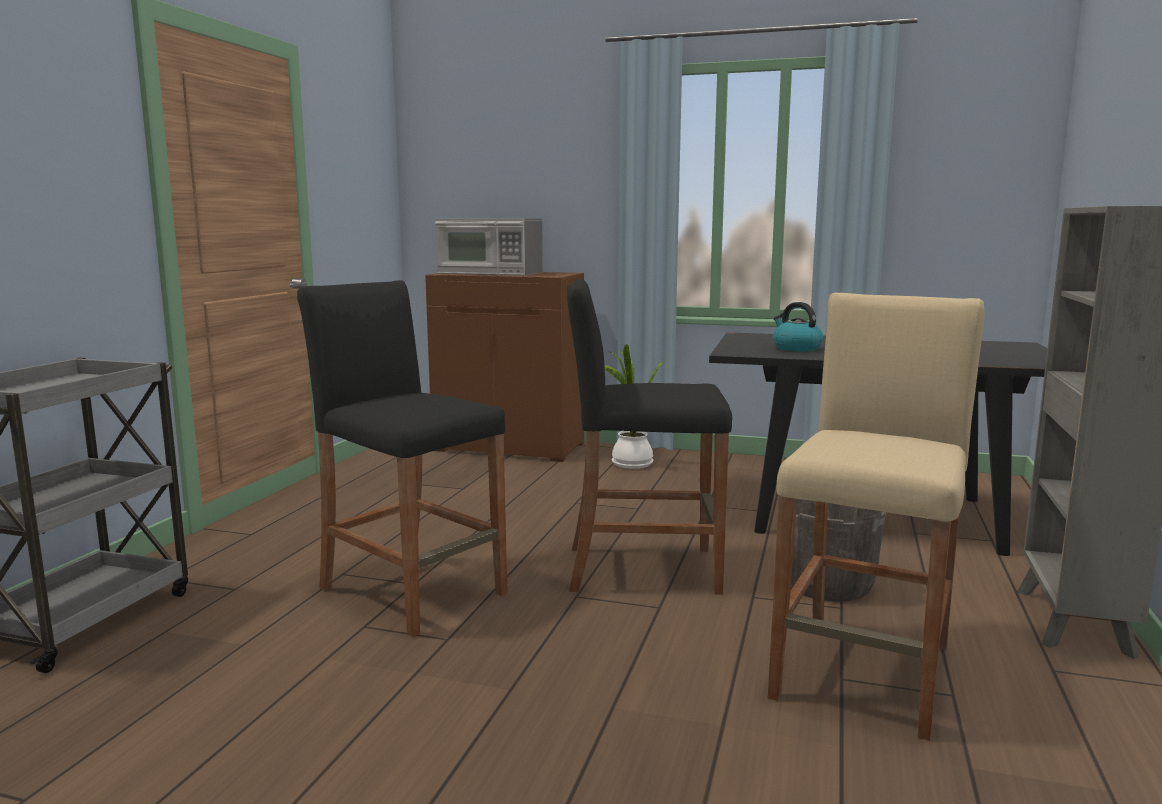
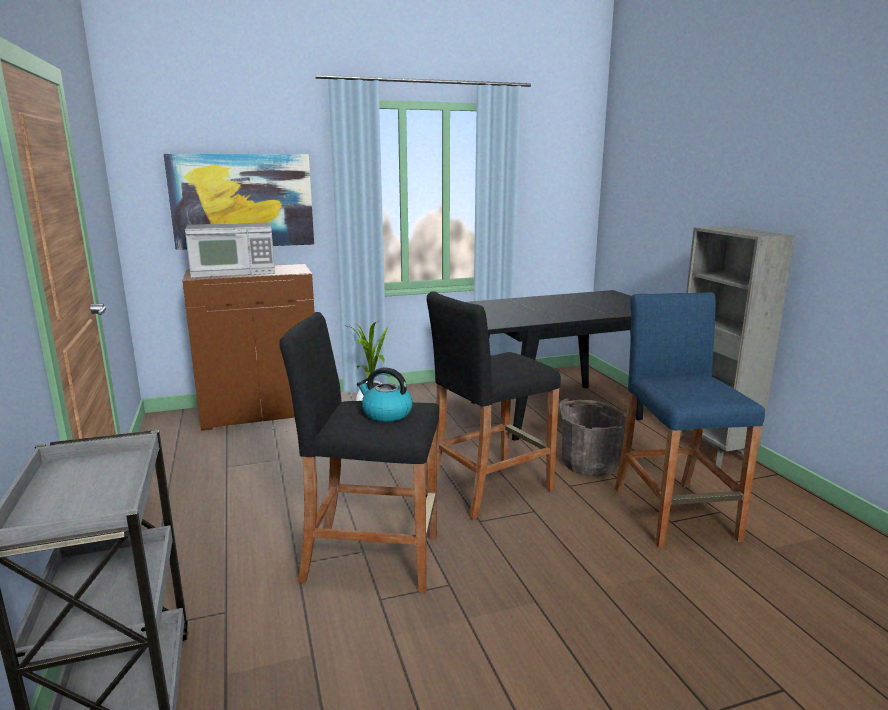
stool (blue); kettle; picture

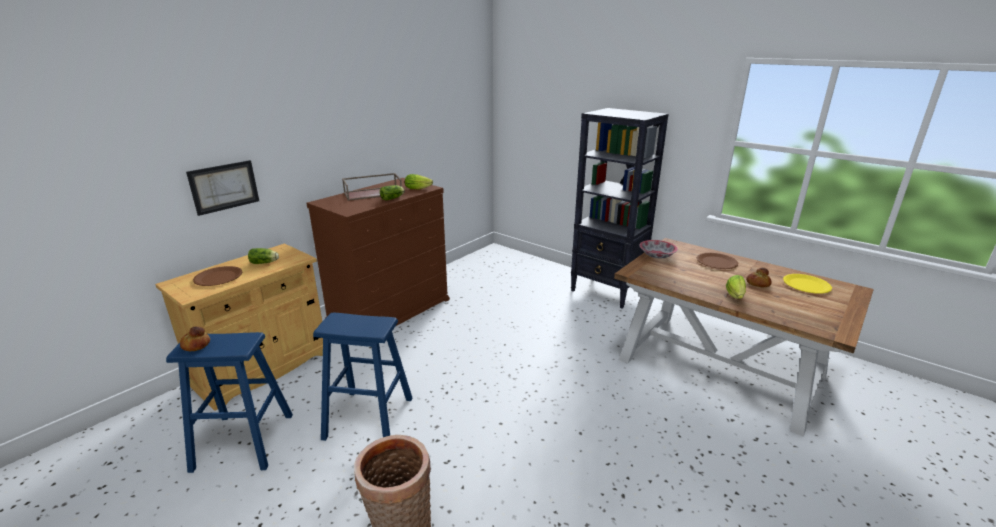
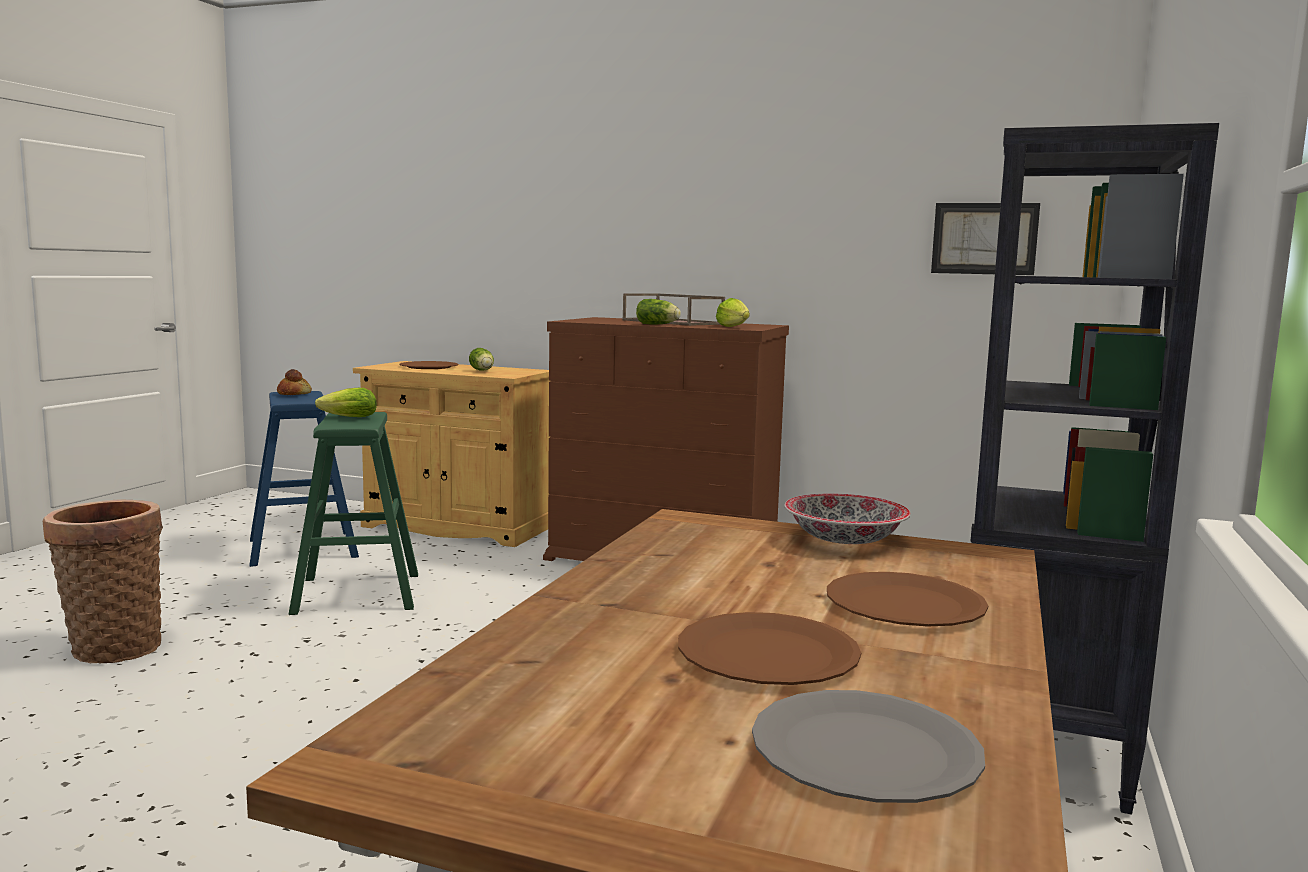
picture; plate (brown) (no. 2 from left); plate (grey); lettuce (no. 1 from left); stool (green)

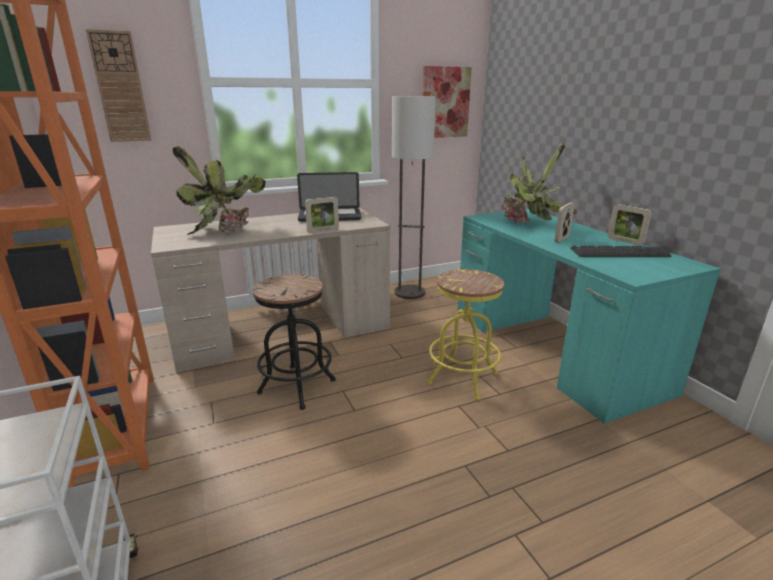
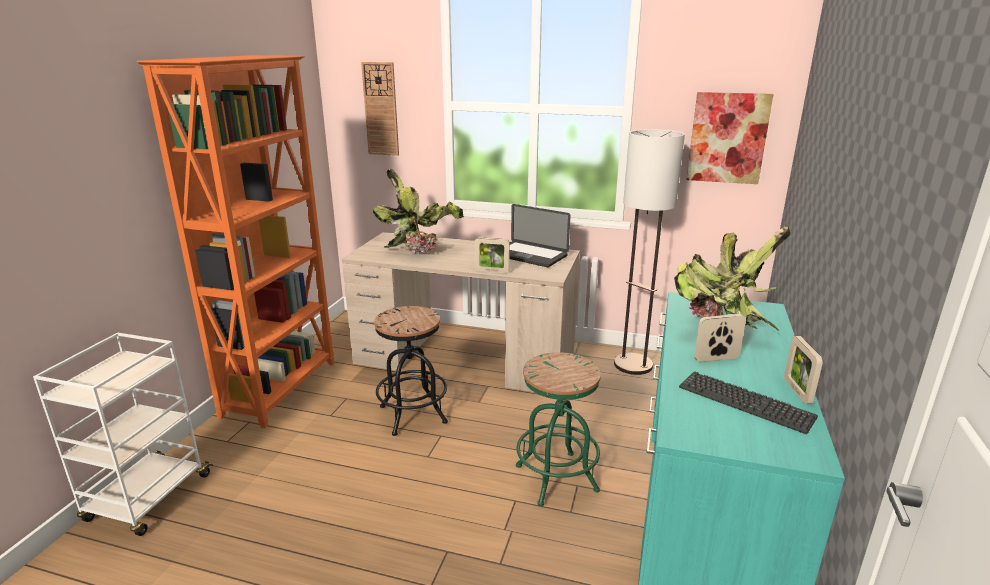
stool (green)

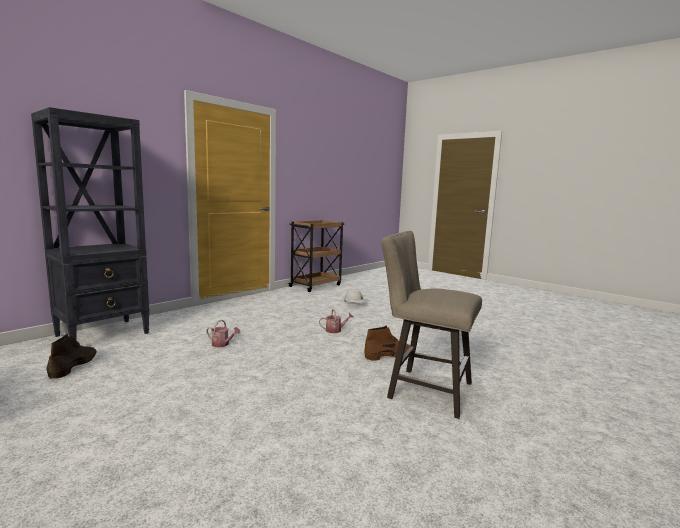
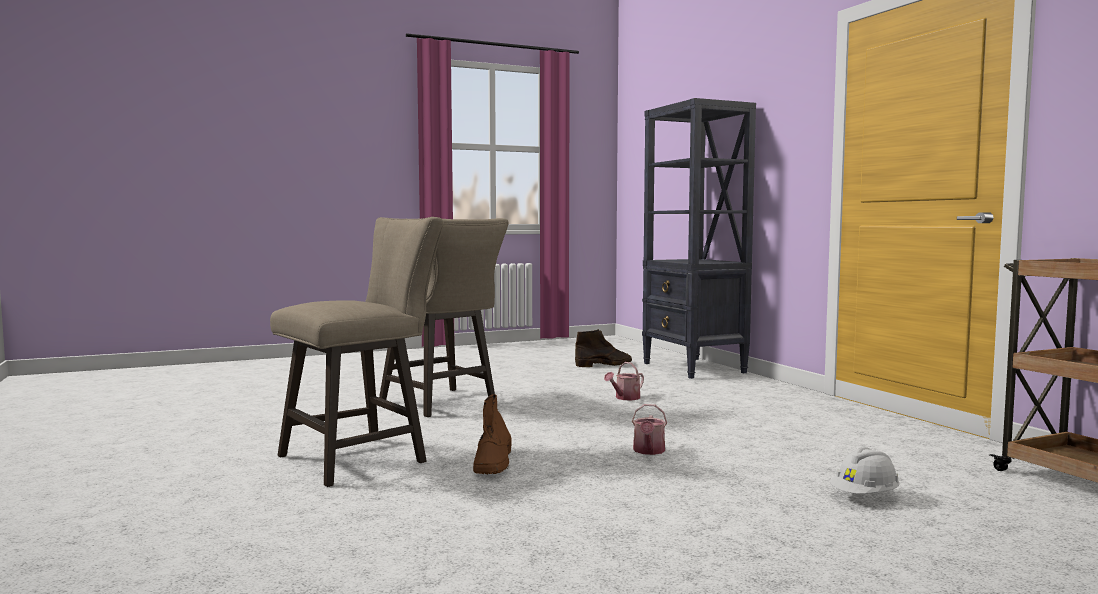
boot (brown) (no. 2 from left); stool (beige) (no. 2 from left)

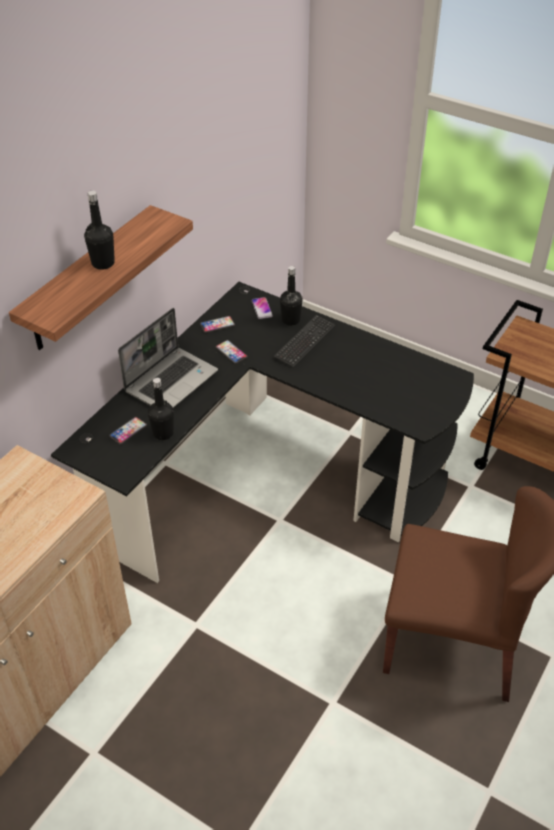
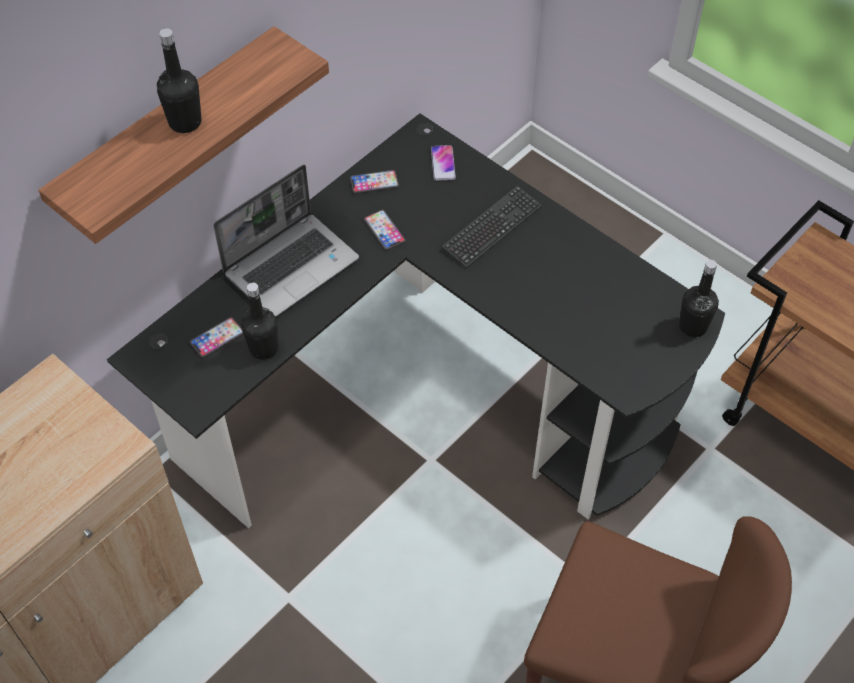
bottle (black) (no. 3 from left)

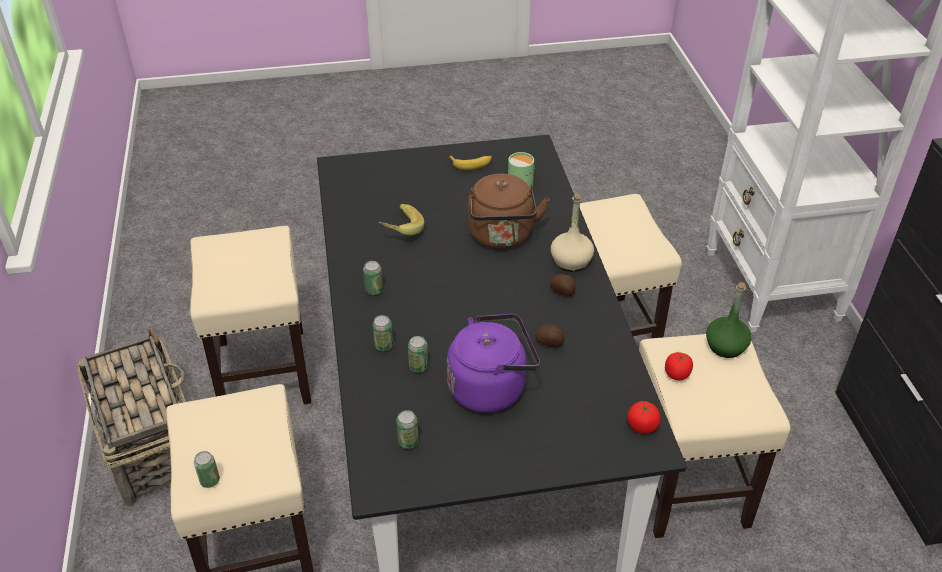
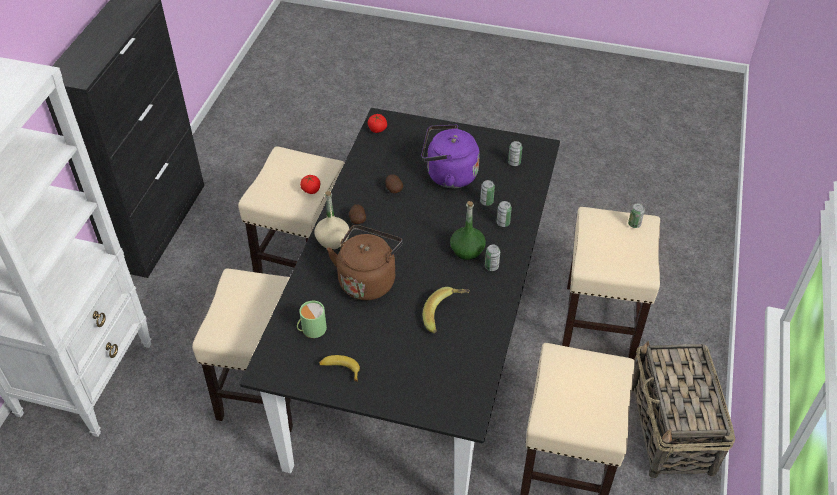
bottle (green)

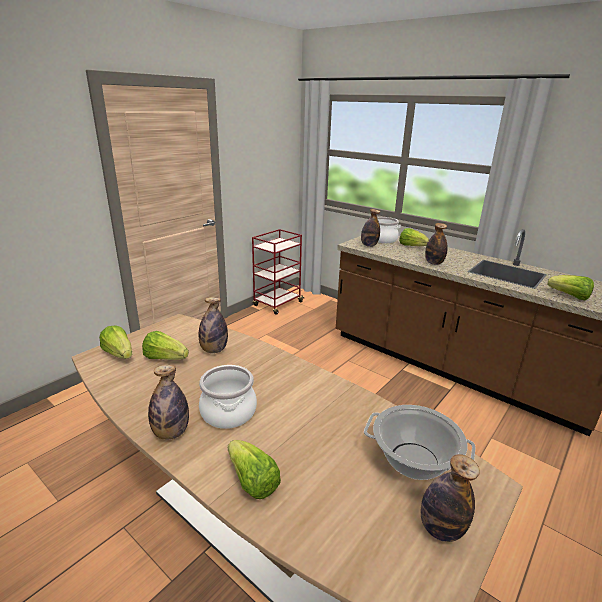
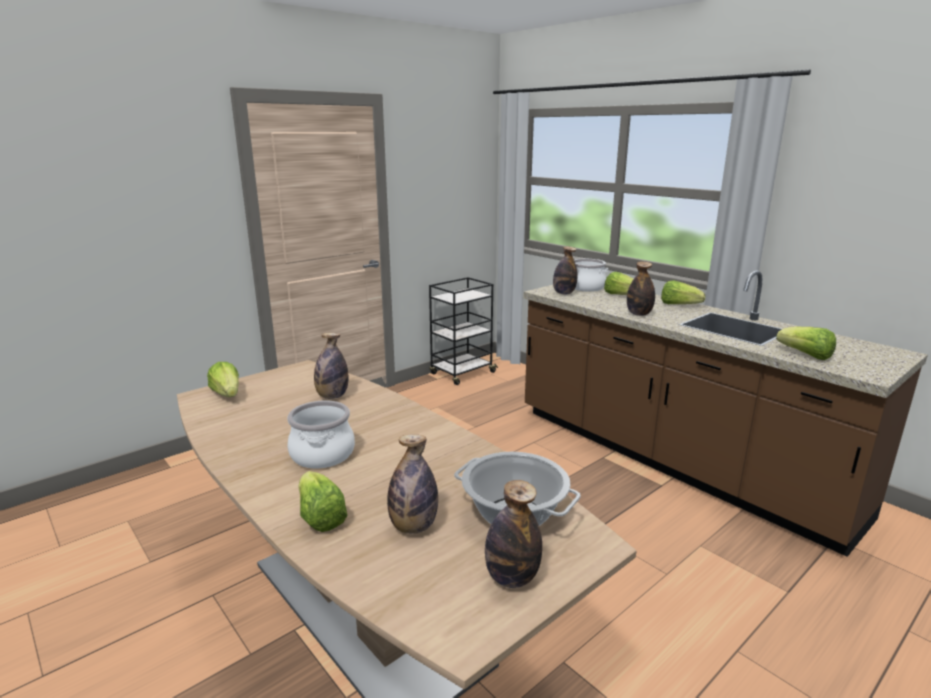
cart (black); lettuce (no. 4 from left); bottle (no. 2 from left)

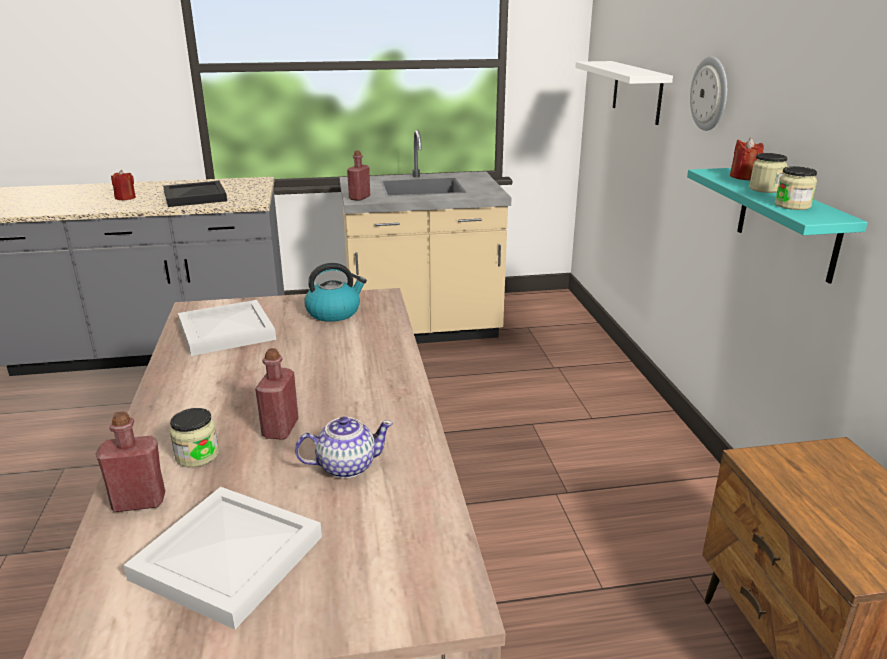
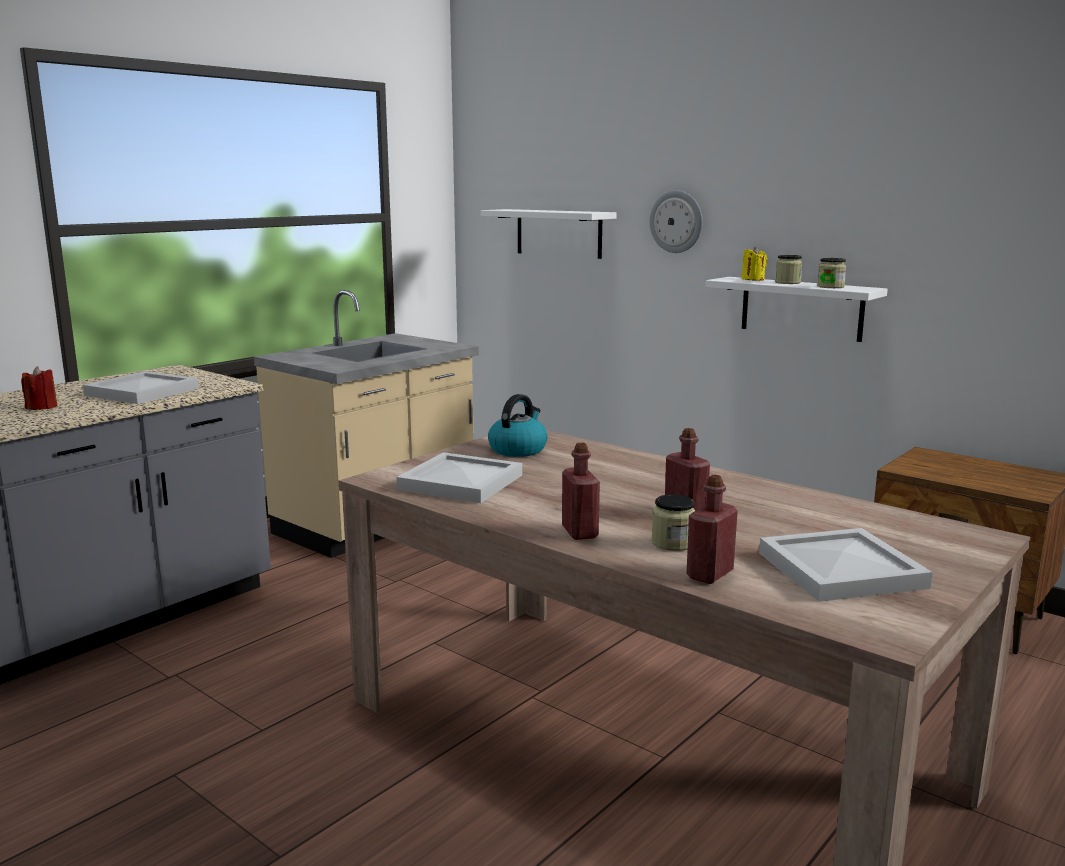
candle (yellow); bottle (red) (no. 1 from left); shelf (white) (no. 2 from left); tray (white) (no. 1 from left); teapot

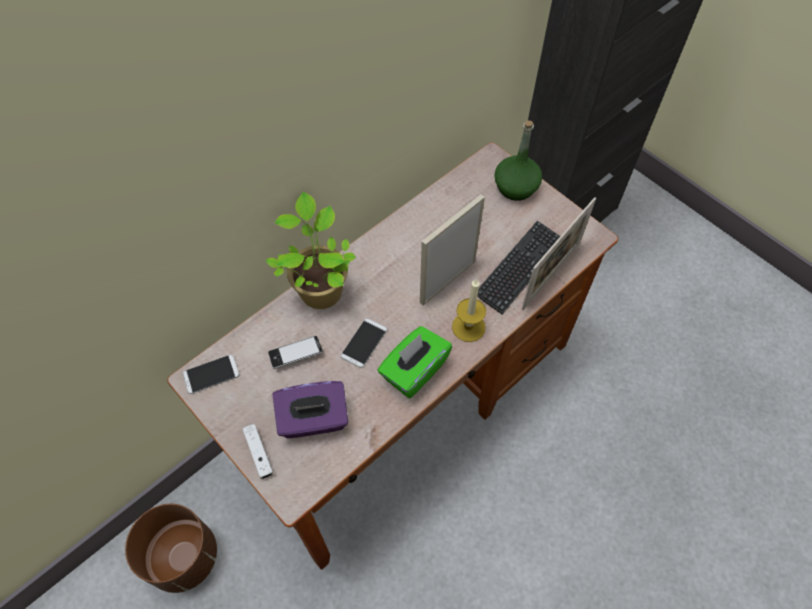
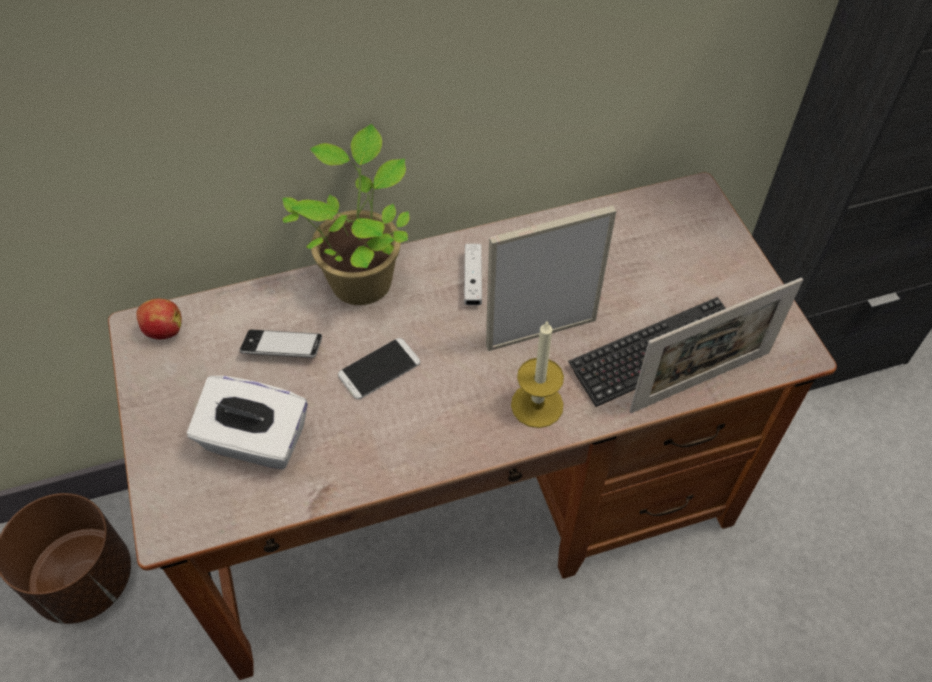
bottle (green); tissue box (green); apple; tissue box (white); game controller (white)

